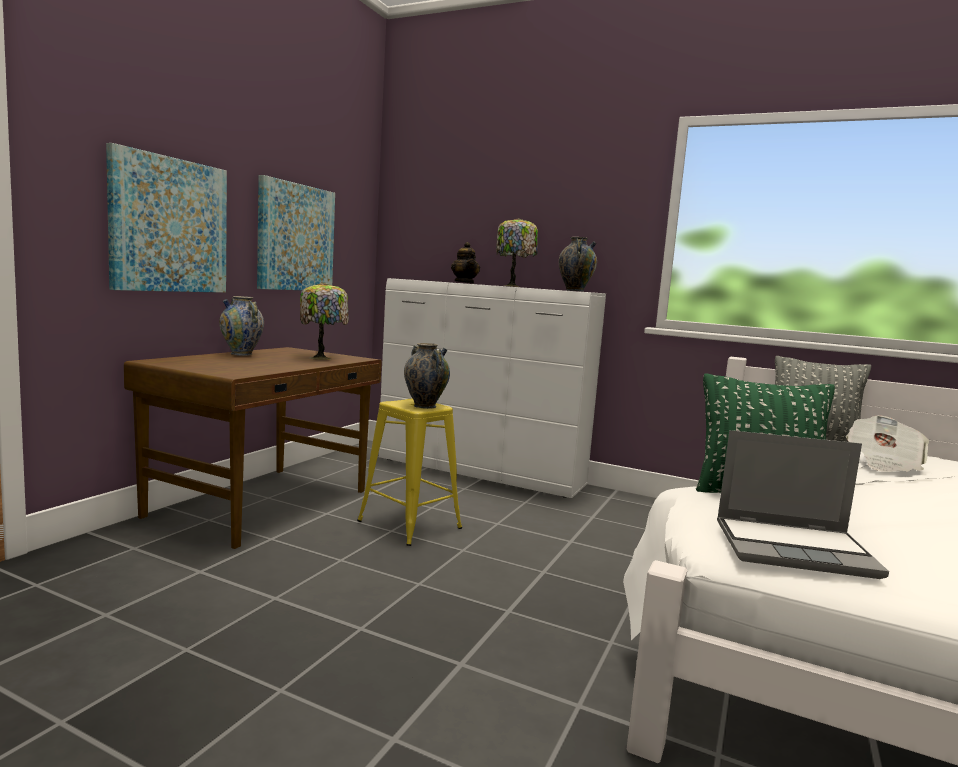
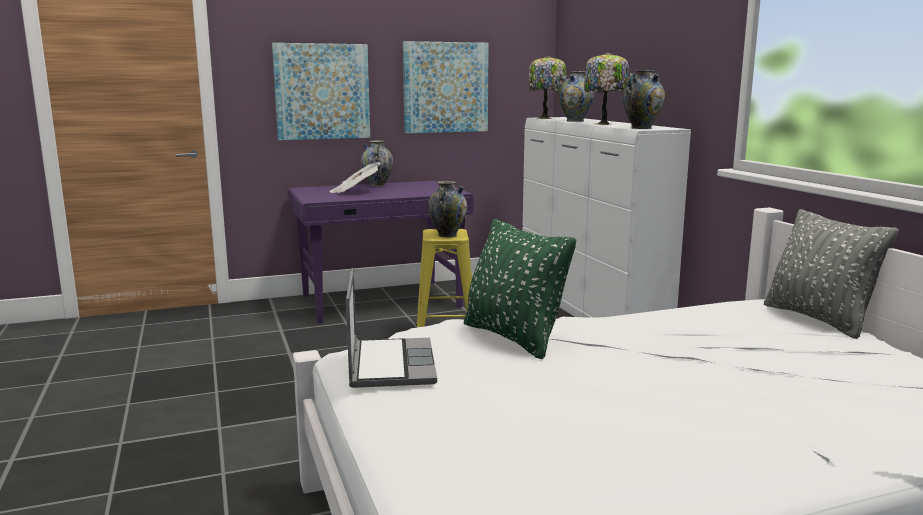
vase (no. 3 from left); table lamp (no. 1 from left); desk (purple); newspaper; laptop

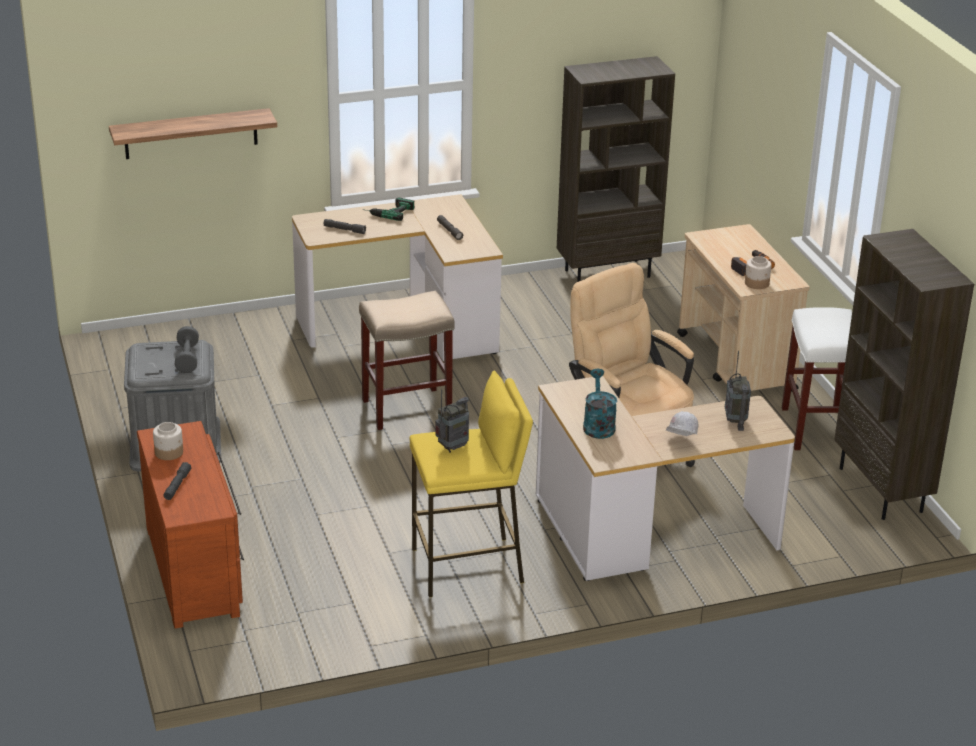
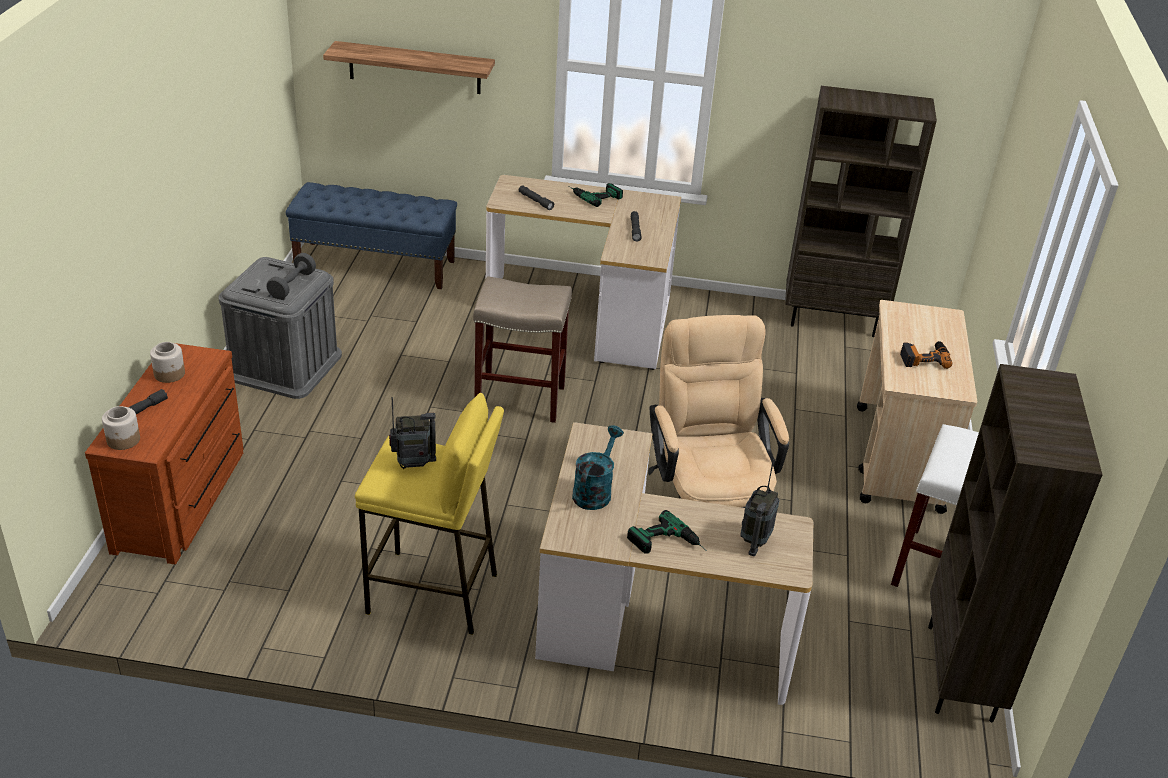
jar (no. 1 from left); power drill (no. 2 from left); bench (blue)

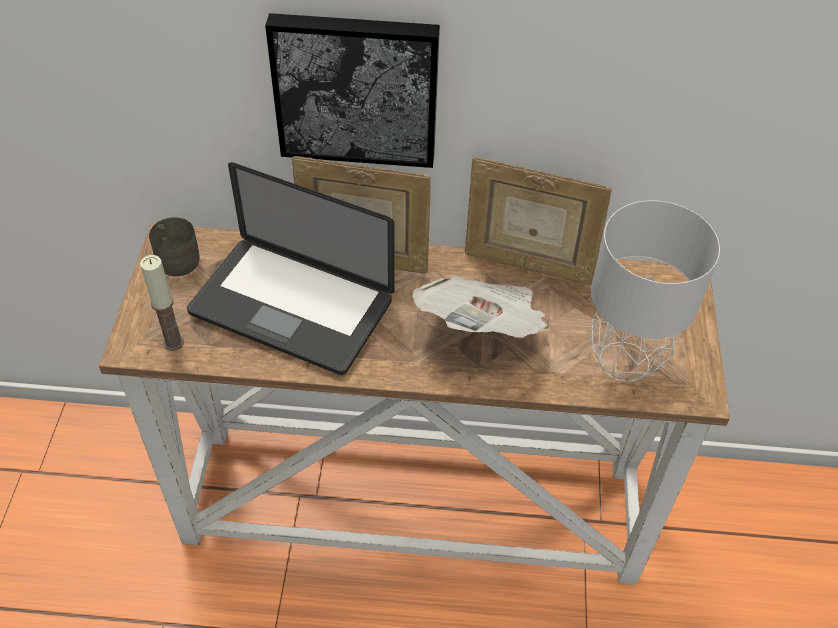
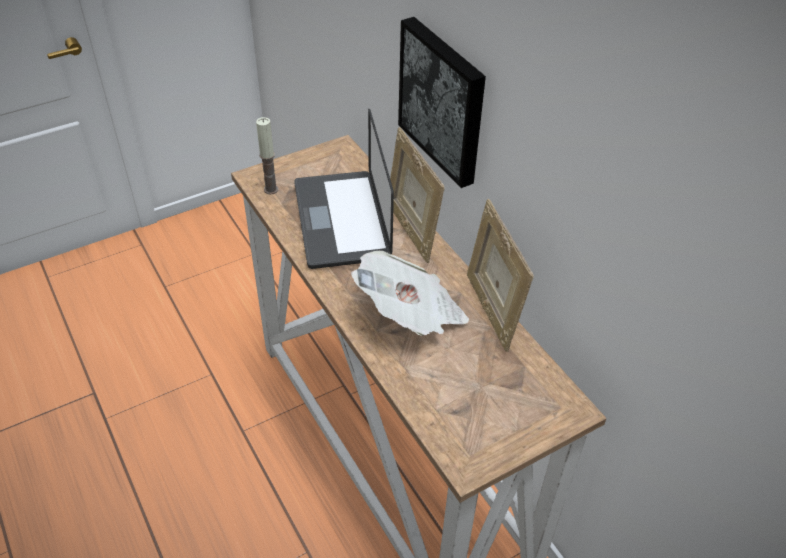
table lamp (grey); mug (grey)

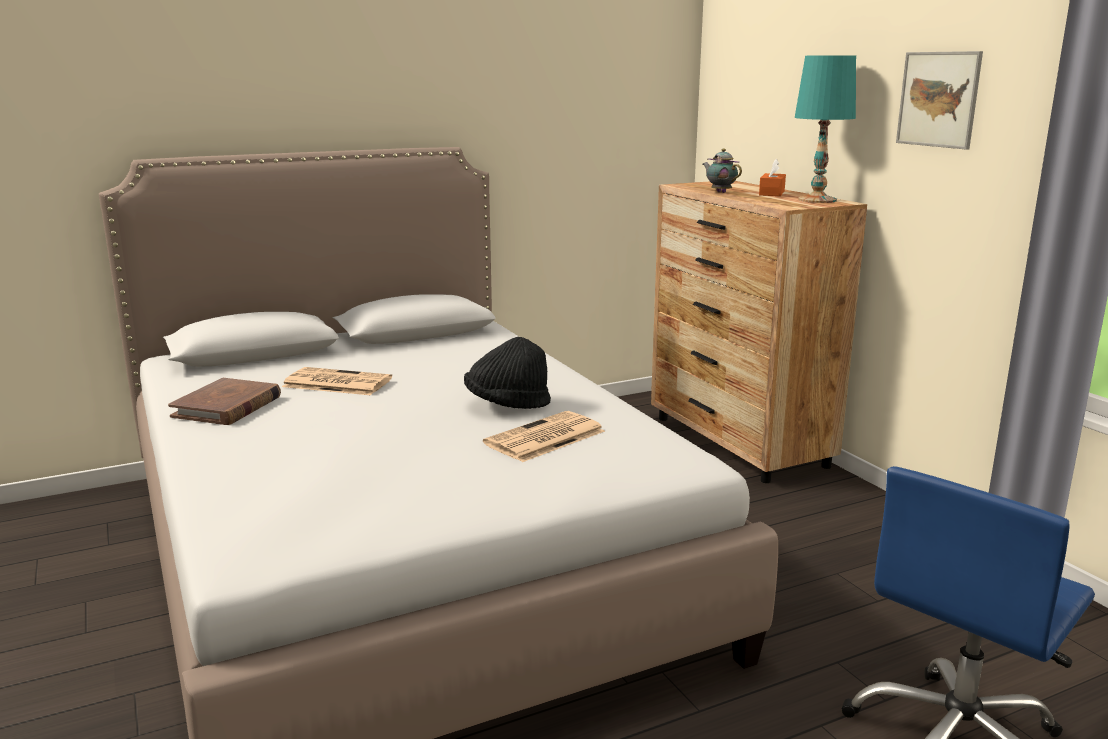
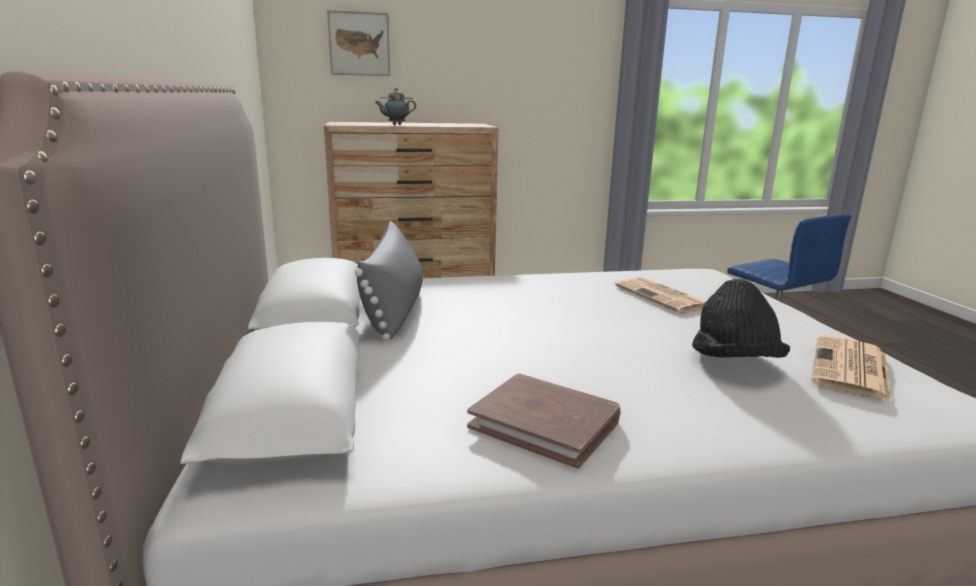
picture; table lamp (turquoise); tissue box (orange); hat (black); newspaper (no. 2 from left); pillow (grey)

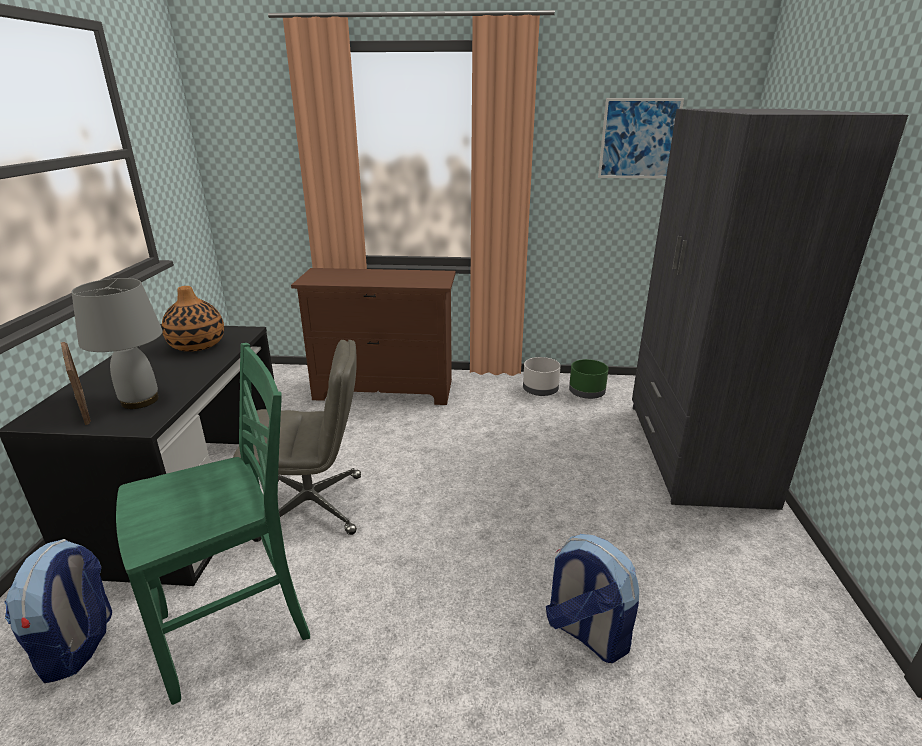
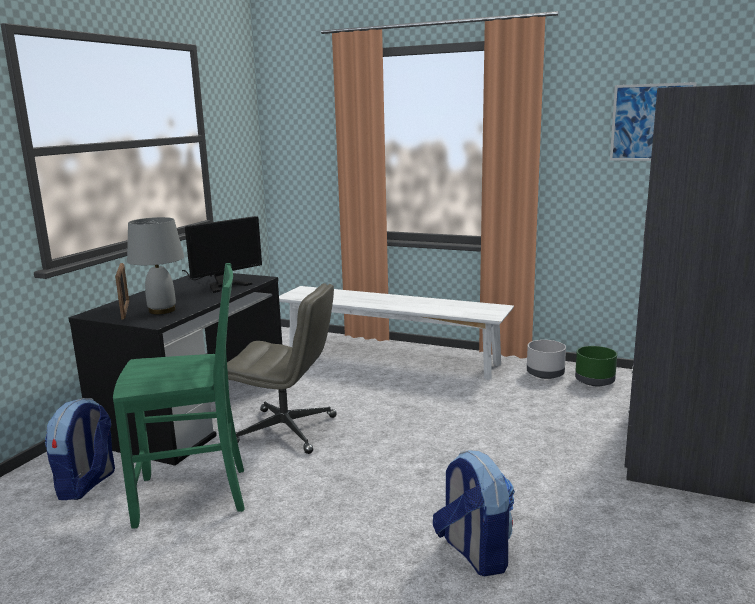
bench (white); monitor

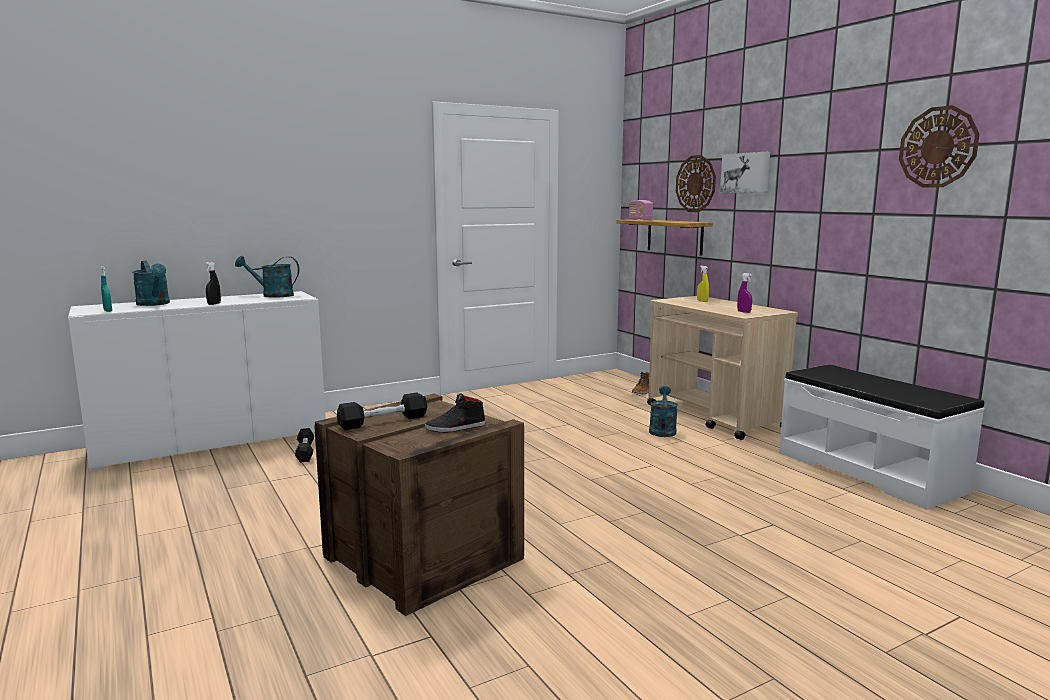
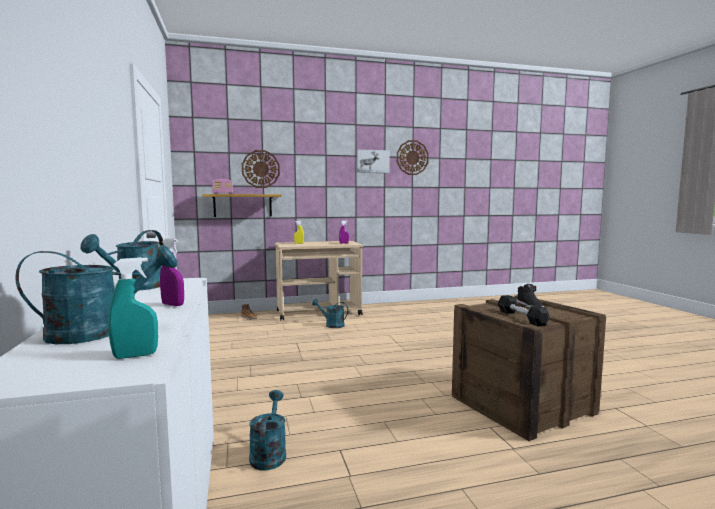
picture; spray bottle (purple) (no. 1 from left); bench (white); watering can (turquoise) (no. 3 from left)

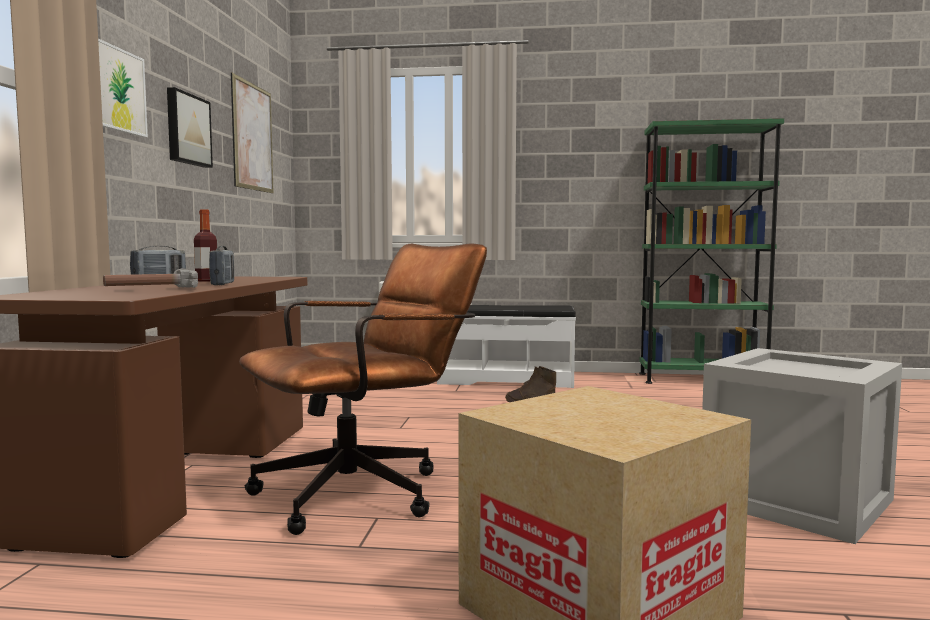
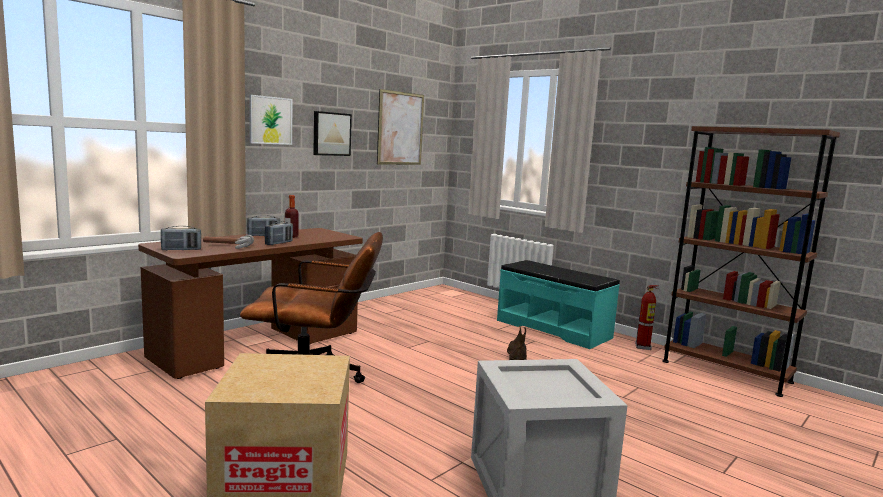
bookcase (brown); bench (turquoise); radio (no. 1 from left); fire extinguisher

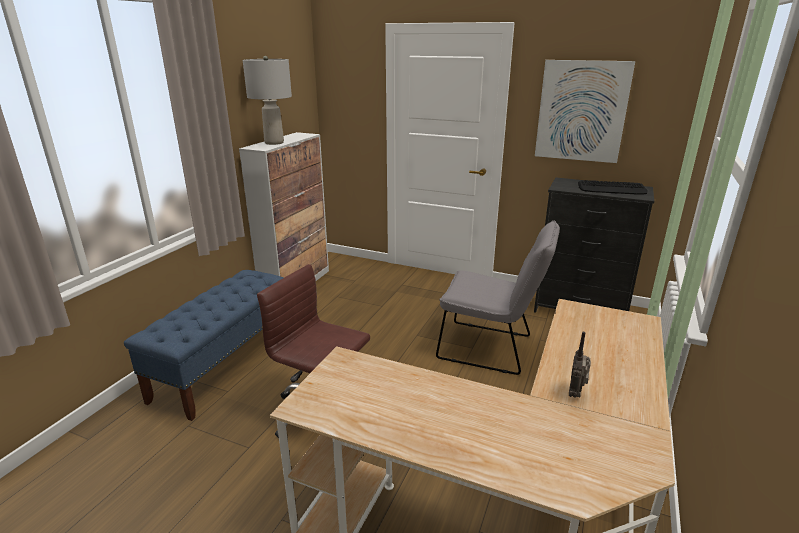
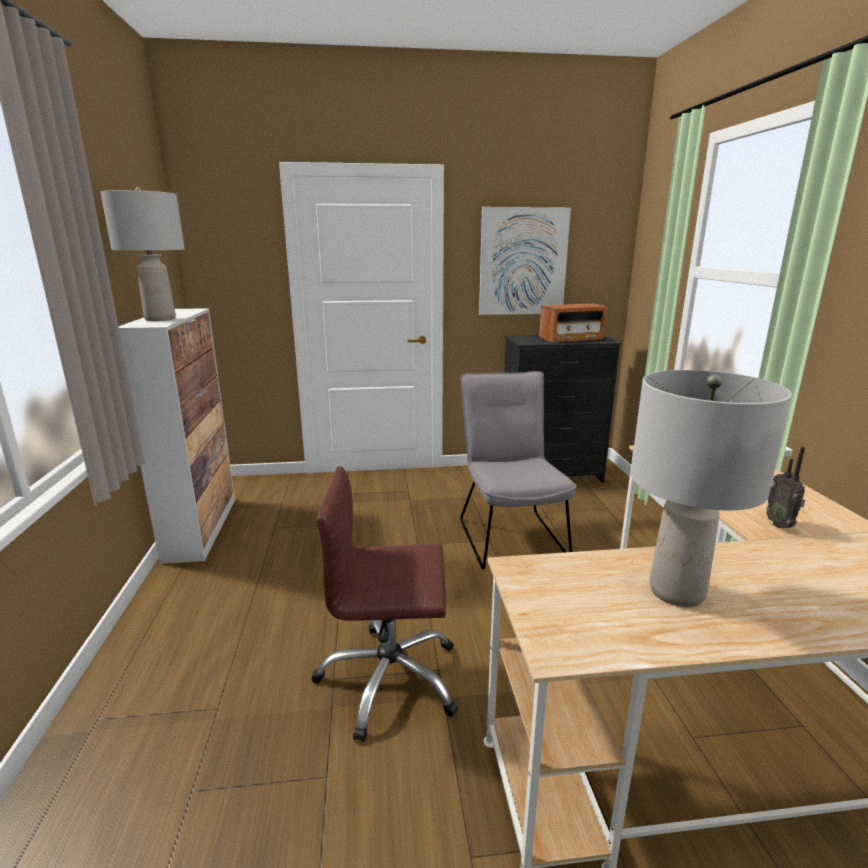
radio (no. 1 from left); chair (grey); bench (blue); table lamp (grey) (no. 2 from left)

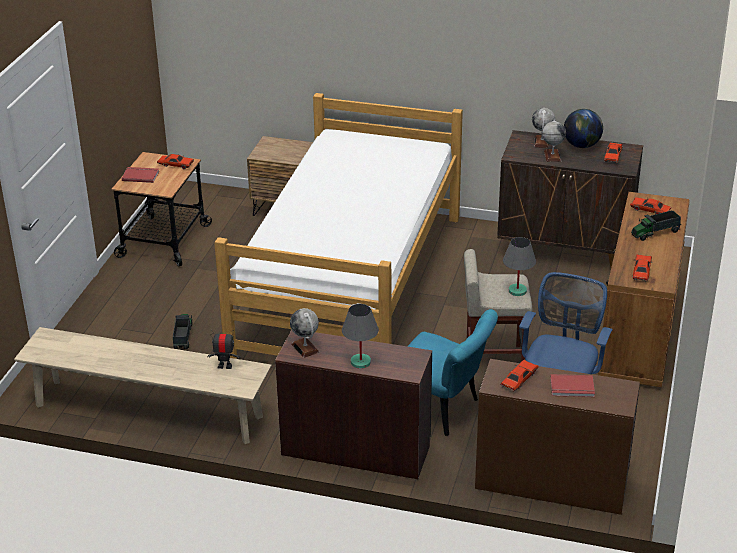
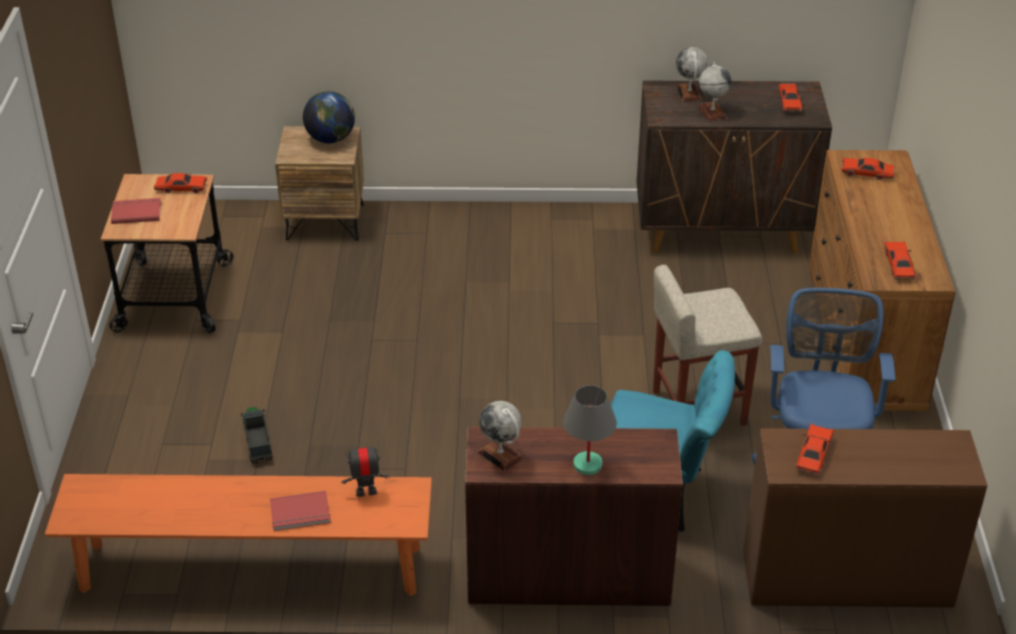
bed; globe (no. 1 from left); toy truck (no. 2 from left in the first image); table lamp (grey) (no. 2 from left in the first image); bench (orange); book (red) (no. 2 from left)

